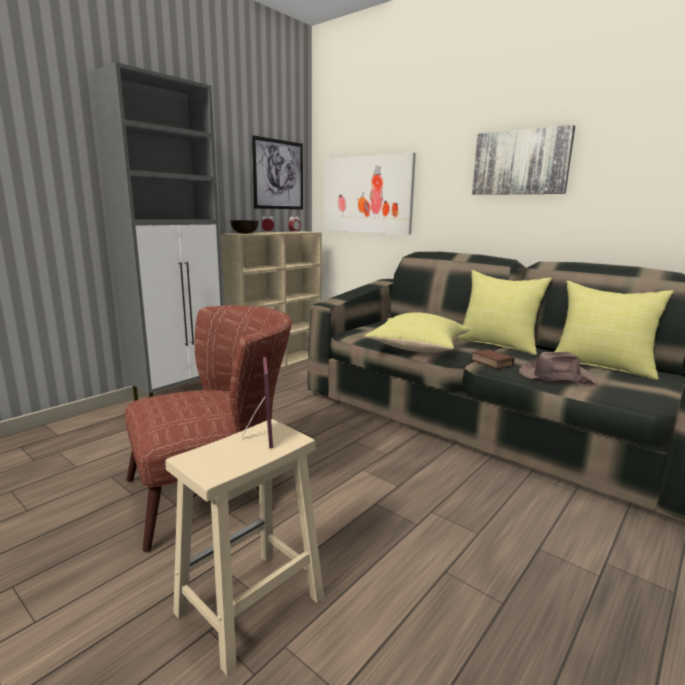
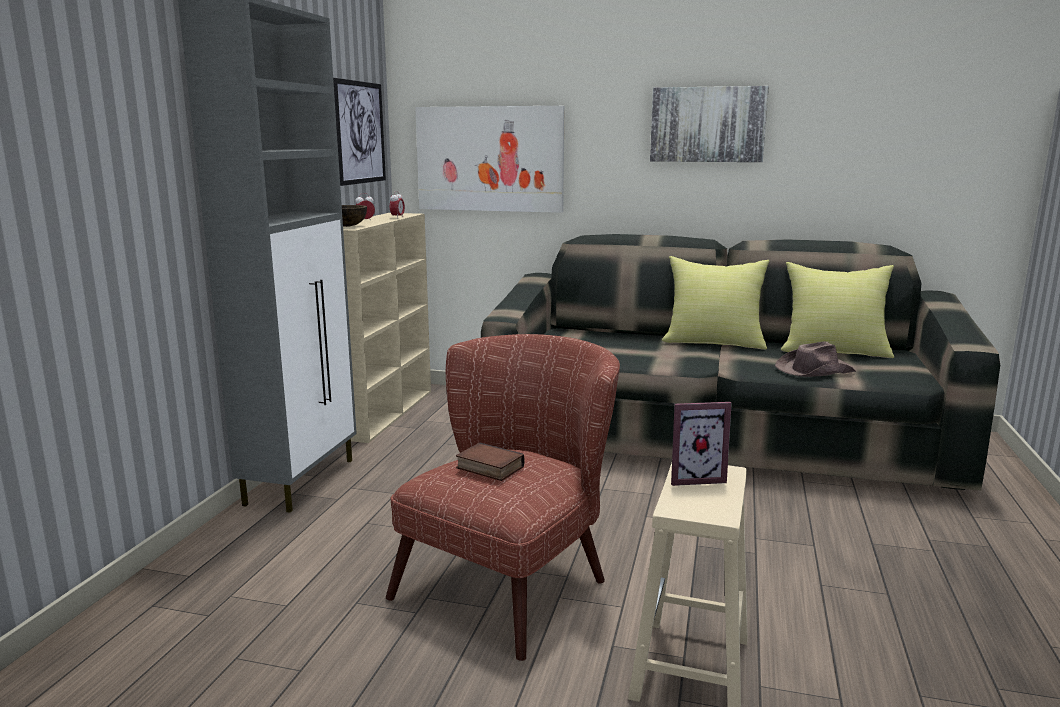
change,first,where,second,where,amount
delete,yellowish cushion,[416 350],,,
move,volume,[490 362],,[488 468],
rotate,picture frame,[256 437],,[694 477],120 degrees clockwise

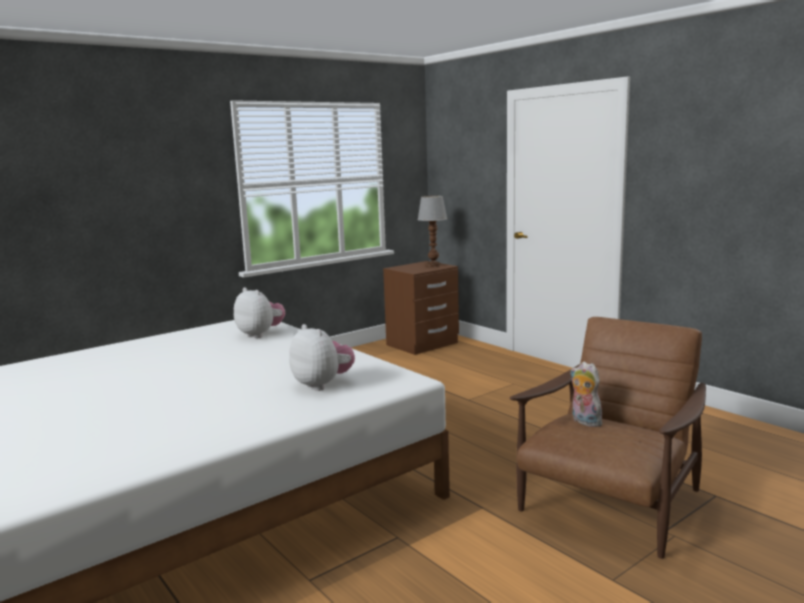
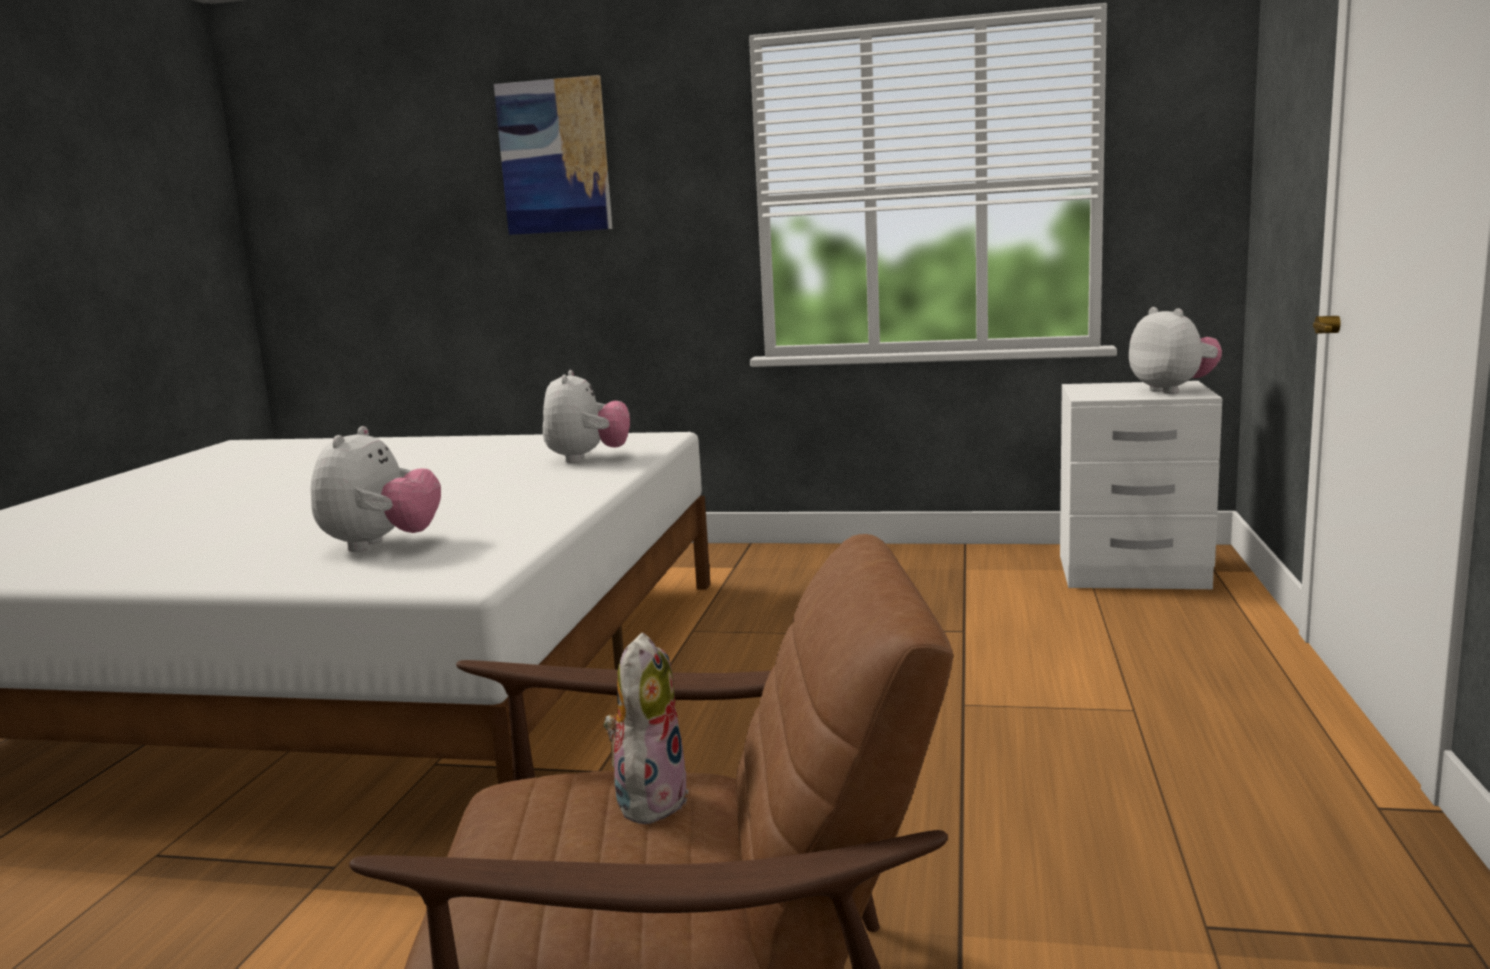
change,first,where,second,where,amount
insert,,,picture,[554 157],
replace,tabletop lamp,[433 265],cuddly toy,[1172 390],
recolor,brown-coloured bedside table,[423 344],white bedside table,[1132 573],

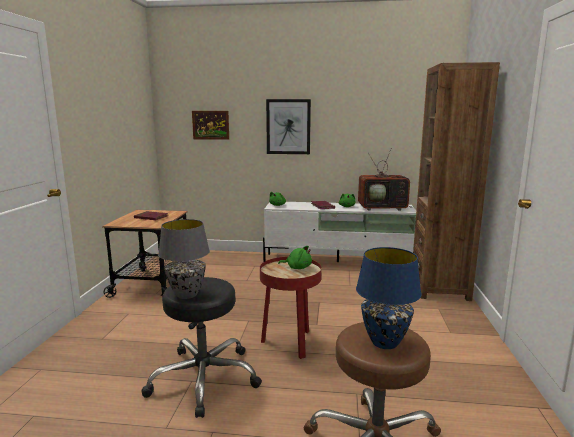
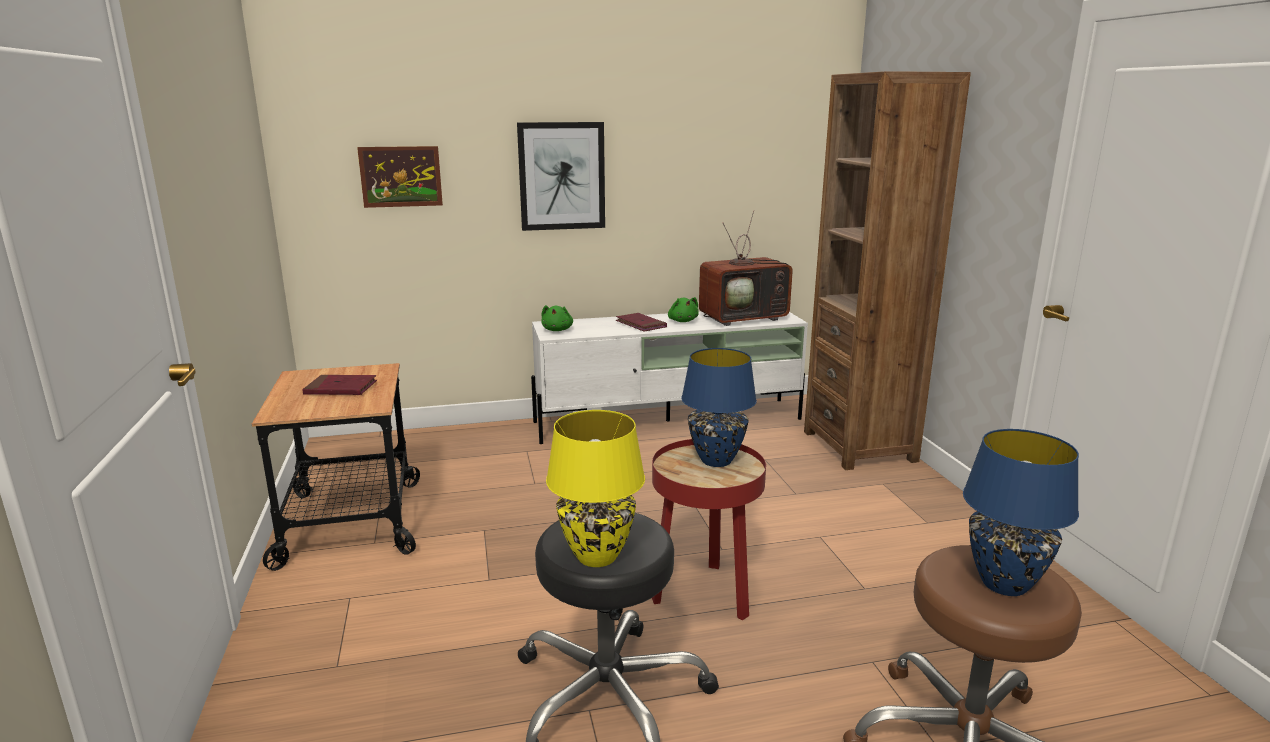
change,first,where,second,where,amount
replace,greenish cuddly toy,[297 267],blue-coloured tabletop lamp,[715 460],
recolor,greyish tabletop lamp,[186 295],yellowish tabletop lamp,[596 557],

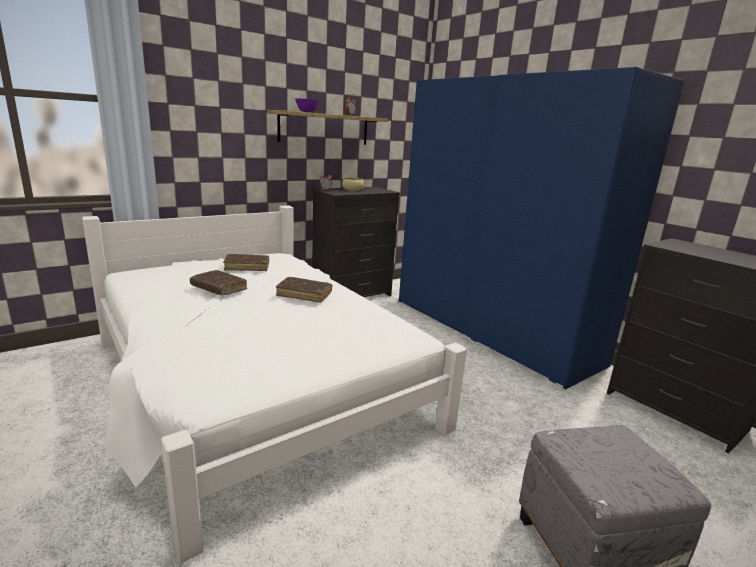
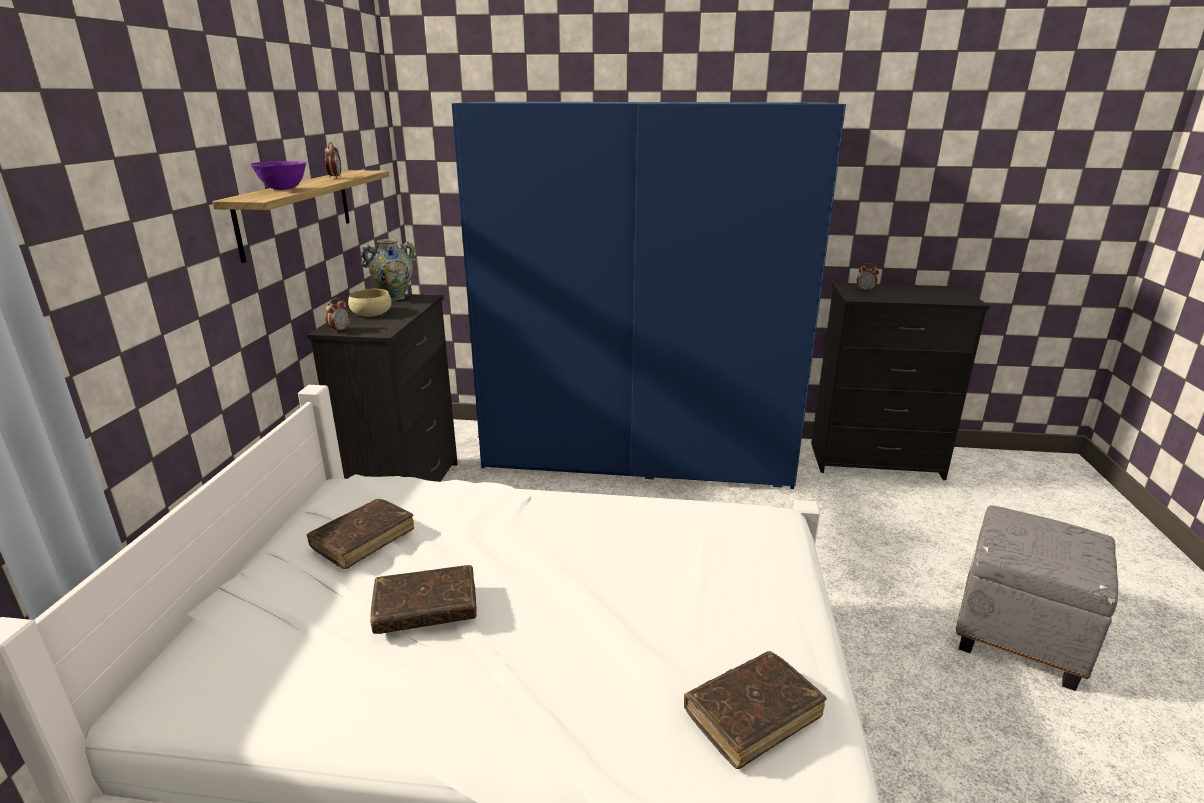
change,first,where,second,where,amount
insert,,,vase,[394 298],
insert,,,table clock,[865 290],
move,brown-coloured volume,[304 294],,[752 715],

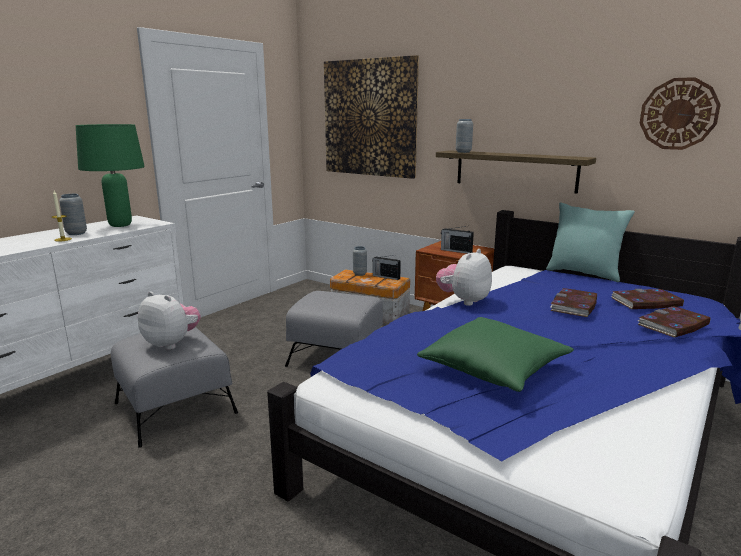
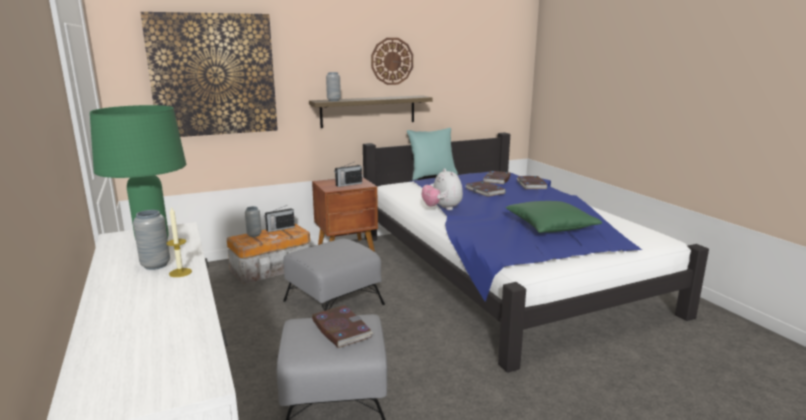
change,first,where,second,where,amount
move,wall clock,[678 114],,[392 61],
replace,cuddly toy,[172 343],volume,[341 329],

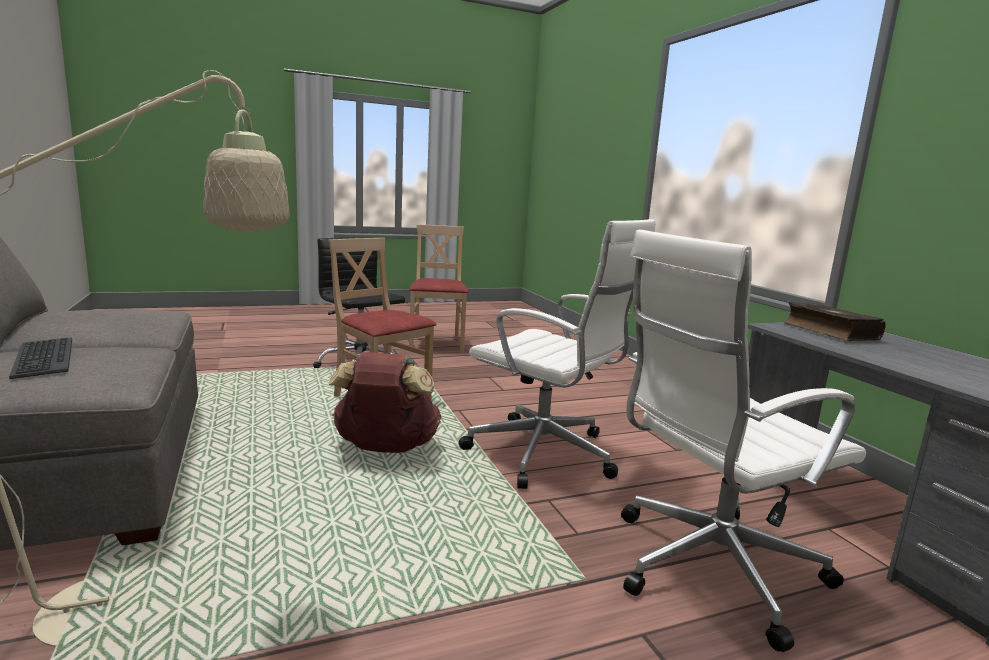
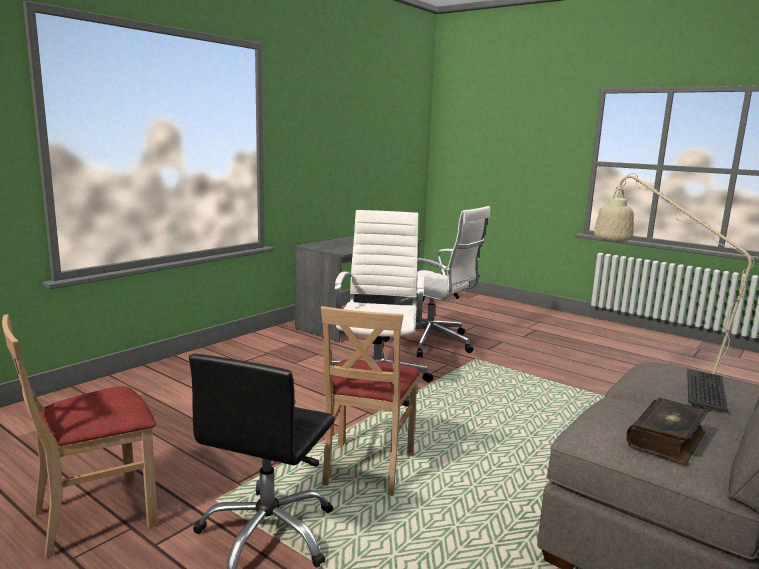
change,first,where,second,where,amount
delete,brown-coloured knapsack,[385 448],,,
move,volume,[829 332],,[667 439],

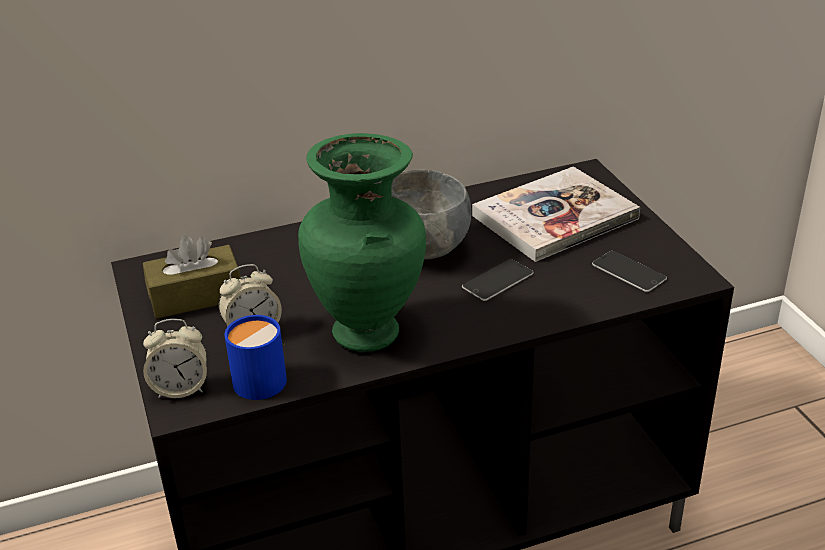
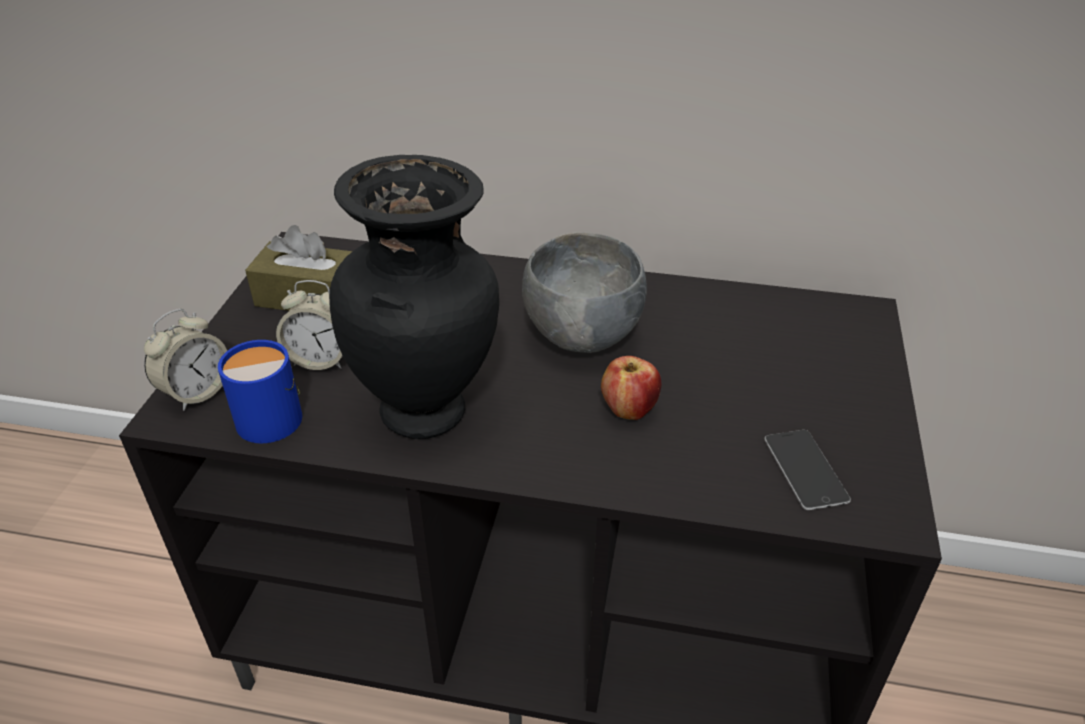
change,first,where,second,where,amount
delete,volume,[555 217],,,
replace,telephone,[497 280],apple,[629 410],
recolor,greenish vase,[369 333],blackish vase,[428 413],
rotate,table clock,[180 388],,[196 392],75 degrees counterclockwise

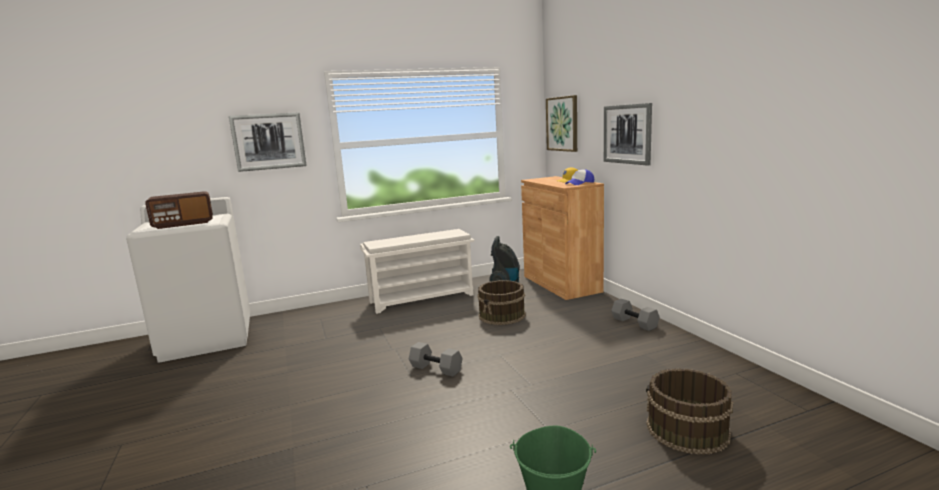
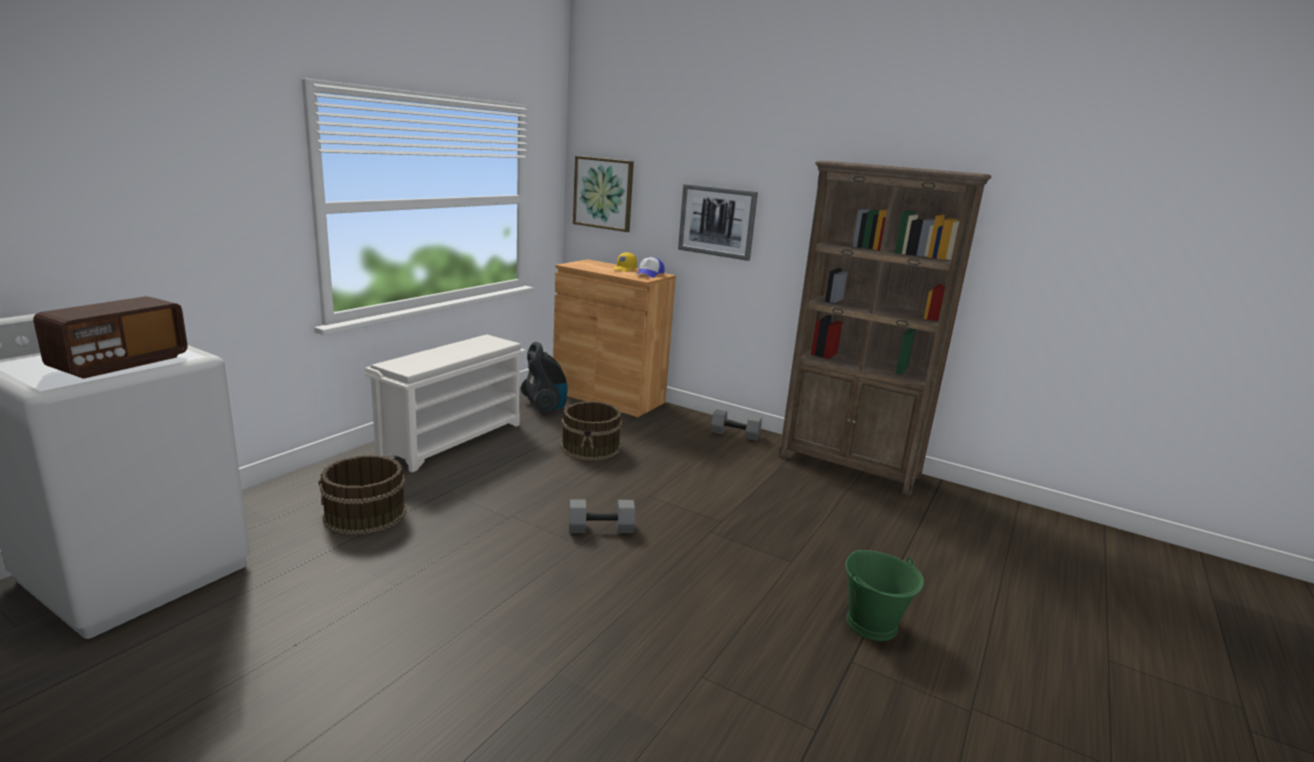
change,first,where,second,where,amount
delete,picture,[268 141],,,
insert,,,brown-coloured bookshelf,[849 467],
move,brown-coloured bucket,[687 430],,[364 515],

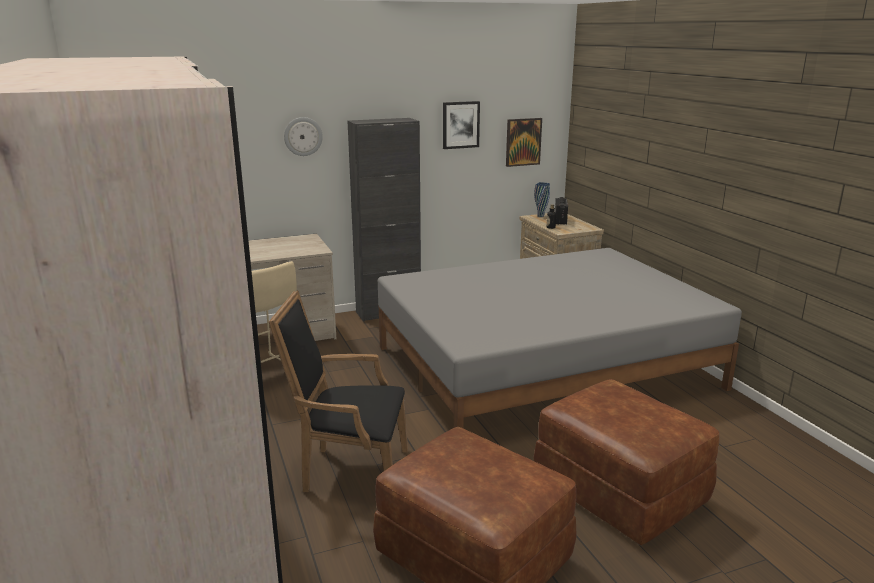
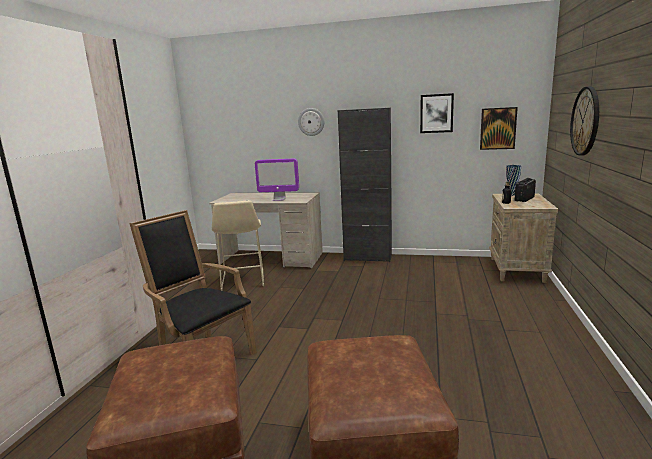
change,first,where,second,where,amount
delete,greyish bed,[544 367],,,
insert,,,monitor,[279 199],
insert,,,wall clock,[585 121],

